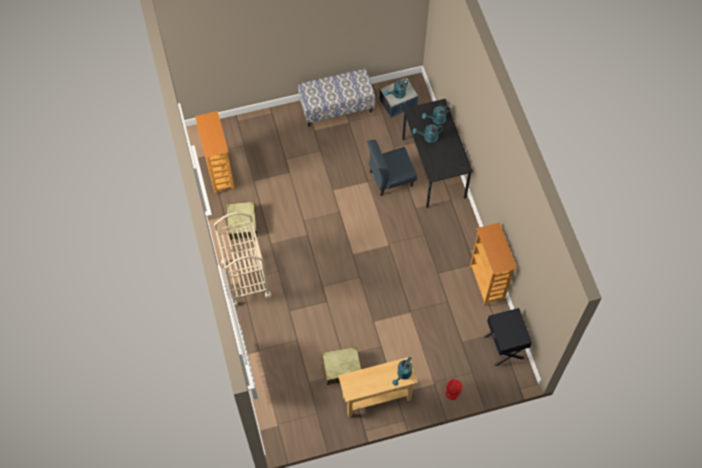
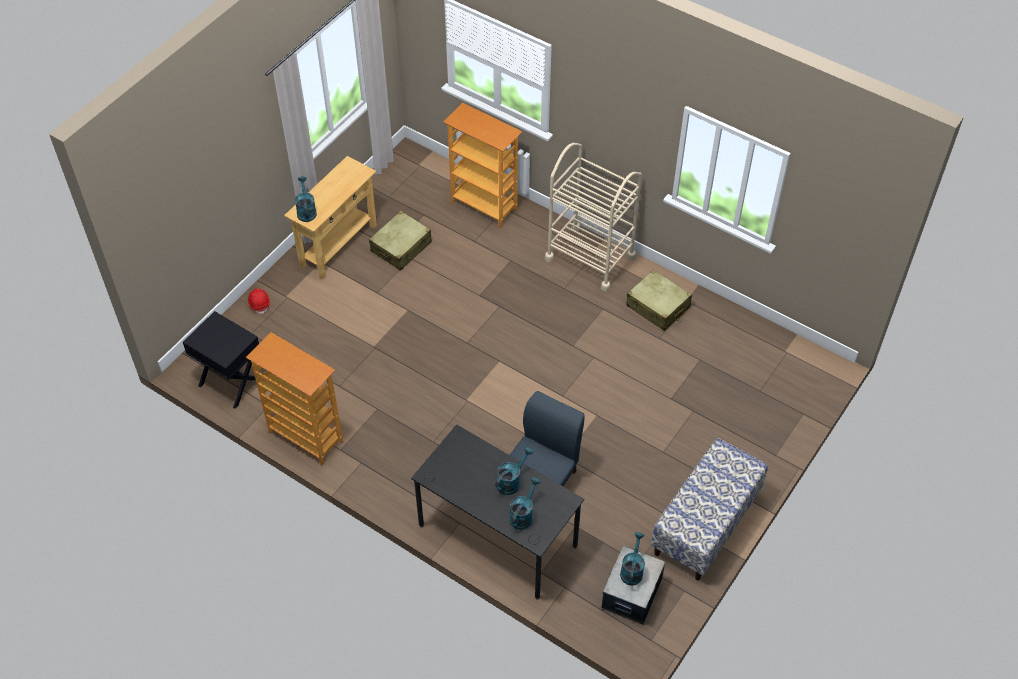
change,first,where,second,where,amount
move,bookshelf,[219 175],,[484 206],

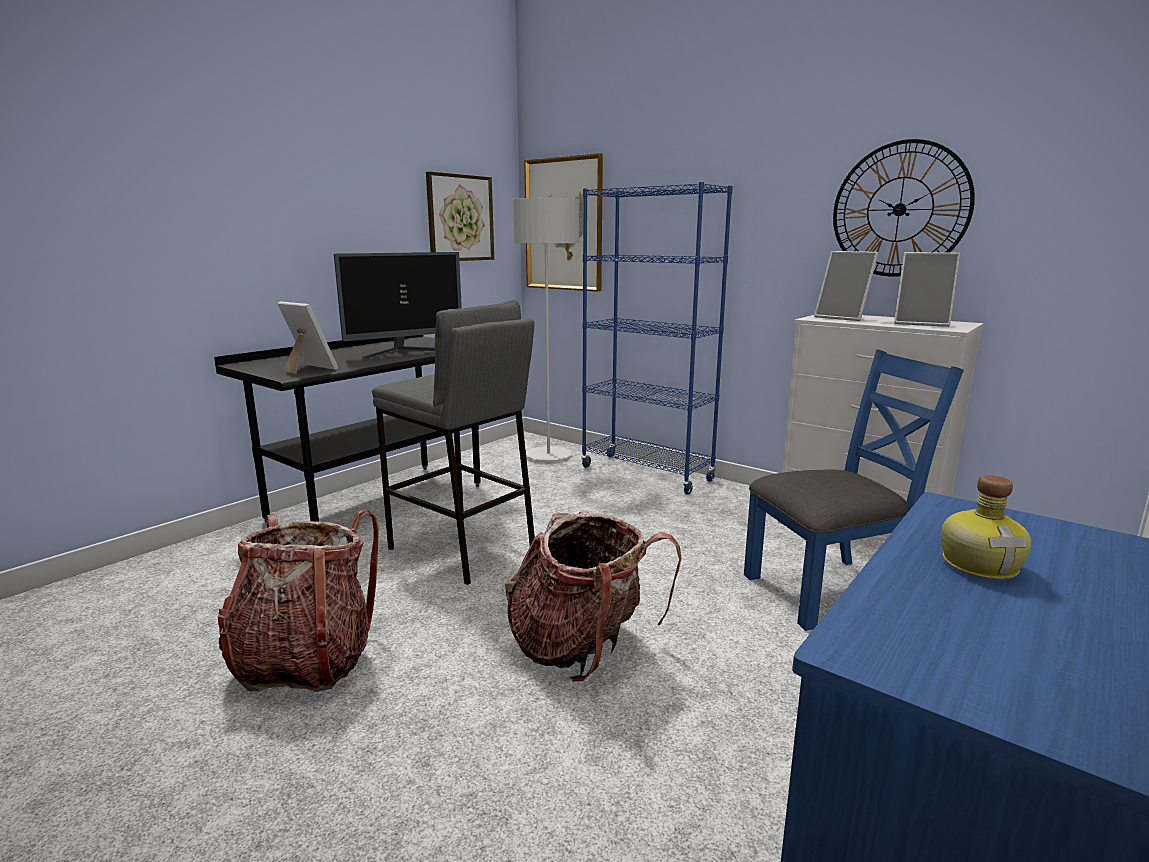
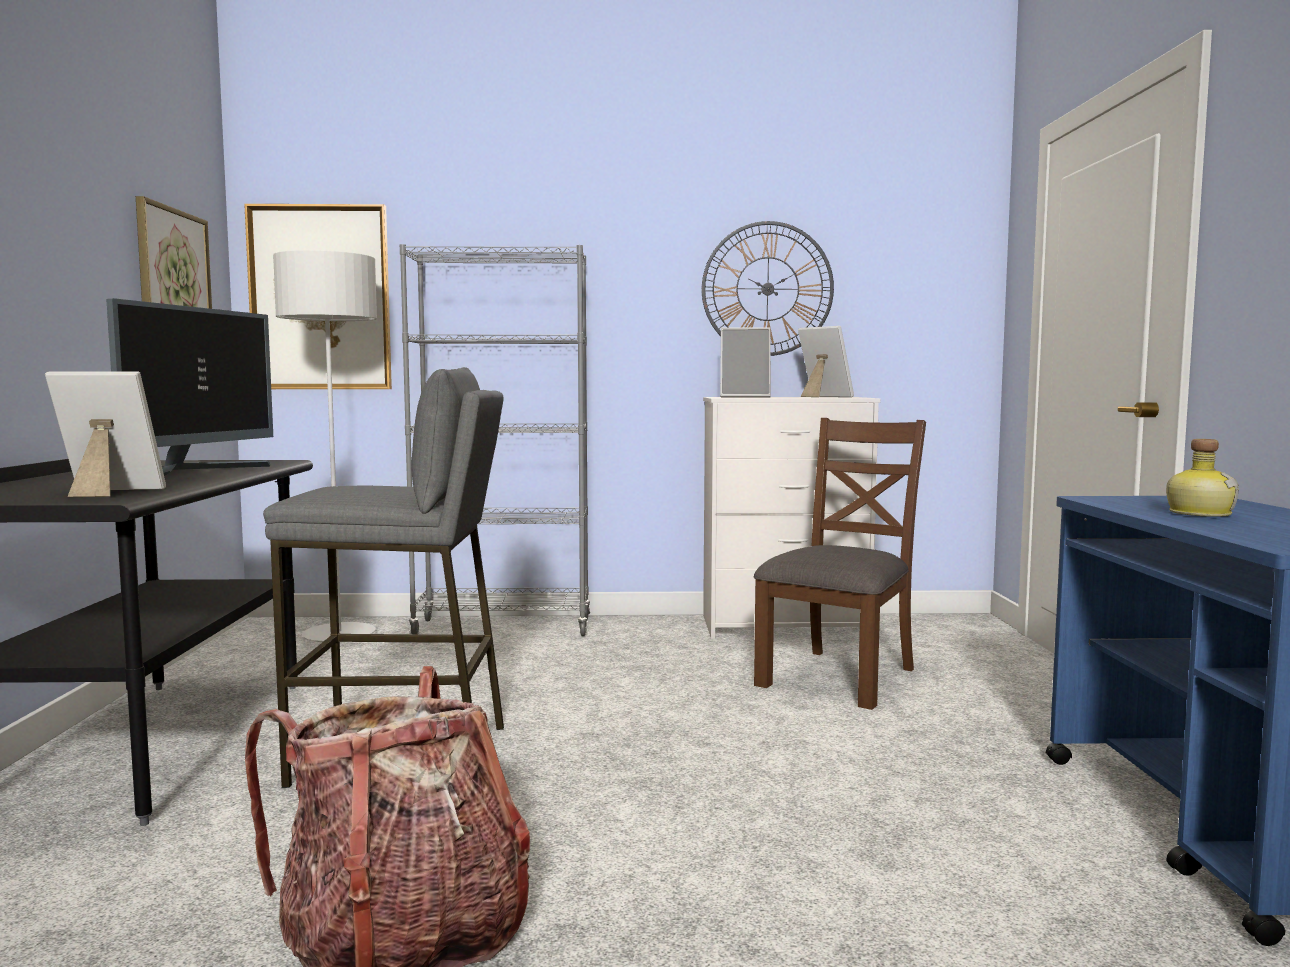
change,first,where,second,where,amount
delete,knapsack,[582 648],,,
recolor,blue-coloured bookshelf,[646 474],greyish bookshelf,[503 628],
recolor,blue-coloured upright chair,[828 591],brown-coloured upright chair,[839 677],
rotate,picture frame,[922 323],,[822 397],120 degrees counterclockwise

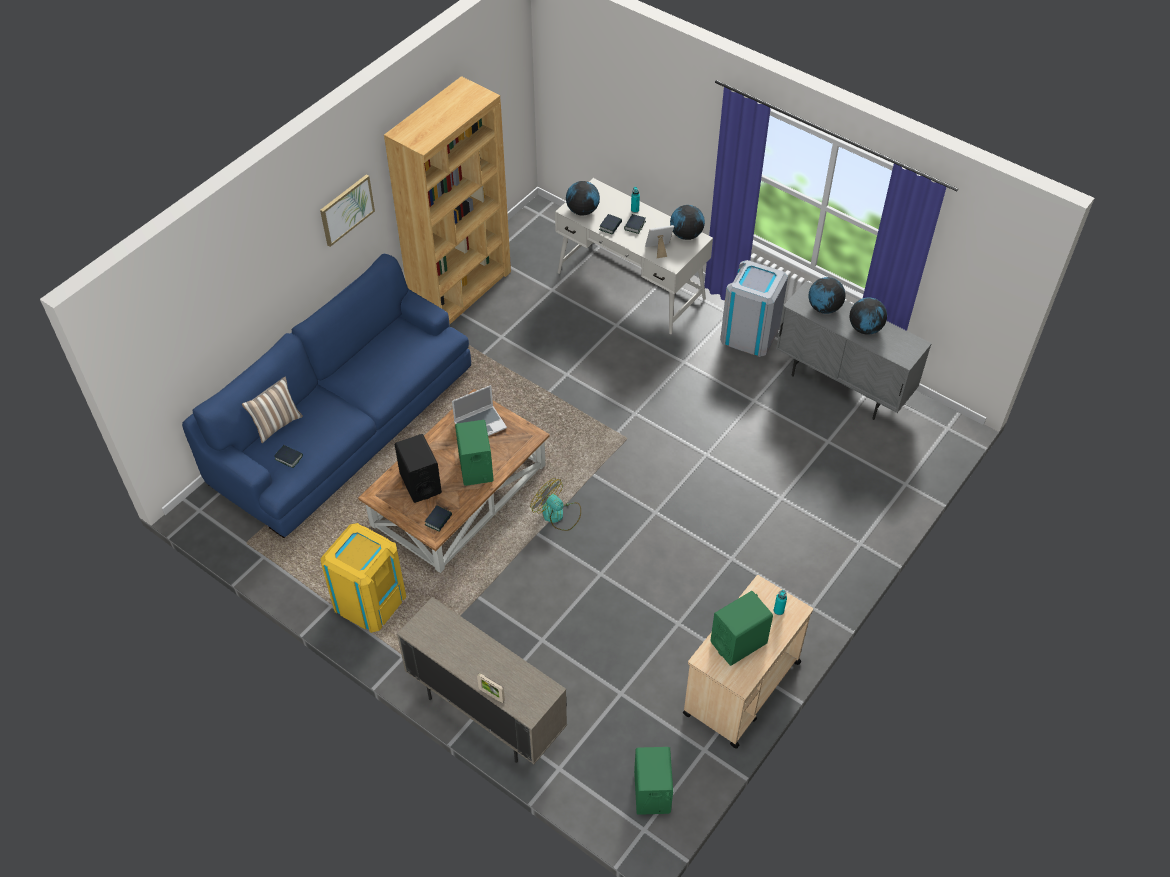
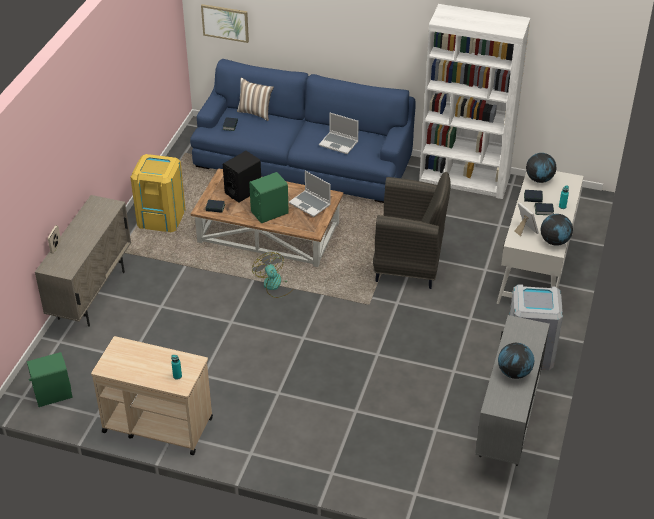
change,first,where,second,where,amount
delete,greenish speaker,[738 642],,,
delete,desk globe,[824 308],,,
insert,,,laptop,[339 143],
insert,,,greyish lounge chair,[409 264],
move,picture,[346 209],,[225 22],
recolor,brown-coloured bookshelf,[461 291],white bookshelf,[464 180],
rotate,electric fan,[557 515],,[275 286],45 degrees counterclockwise

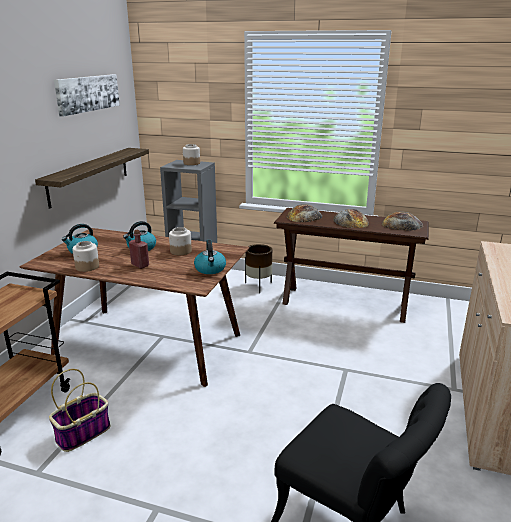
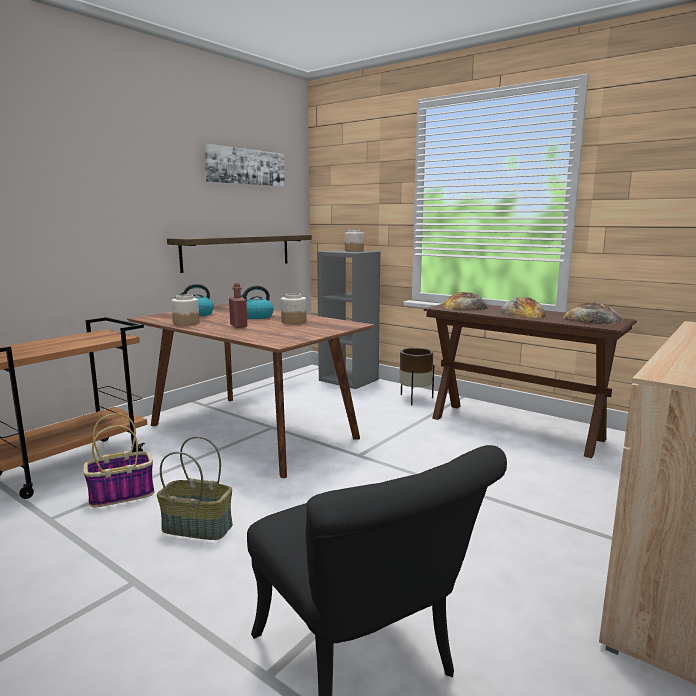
change,first,where,second,where,amount
delete,water kettle,[210 269],,,
insert,,,storage basket,[198 527],

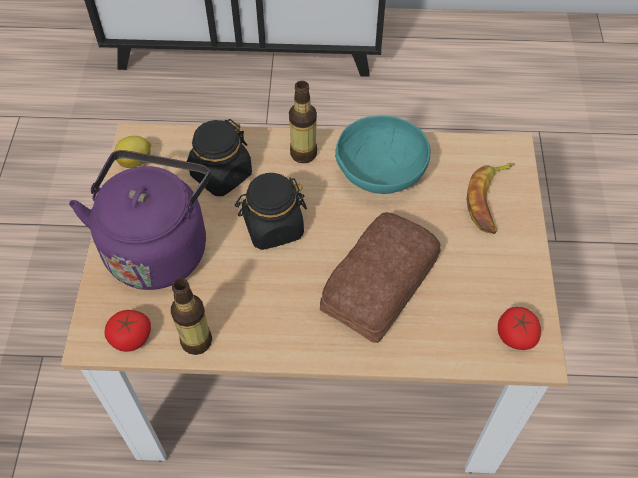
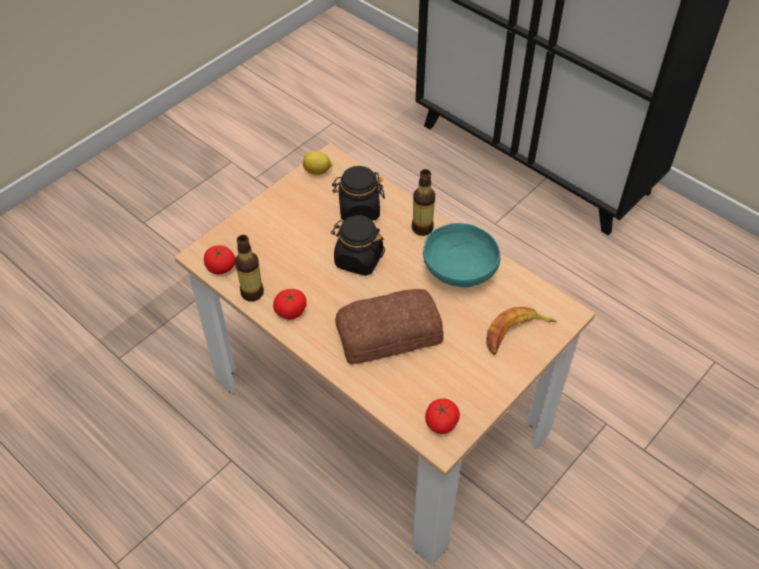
change,first,where,second,where,amount
delete,purple water kettle,[158 246],,,
insert,,,tomato,[290 311],

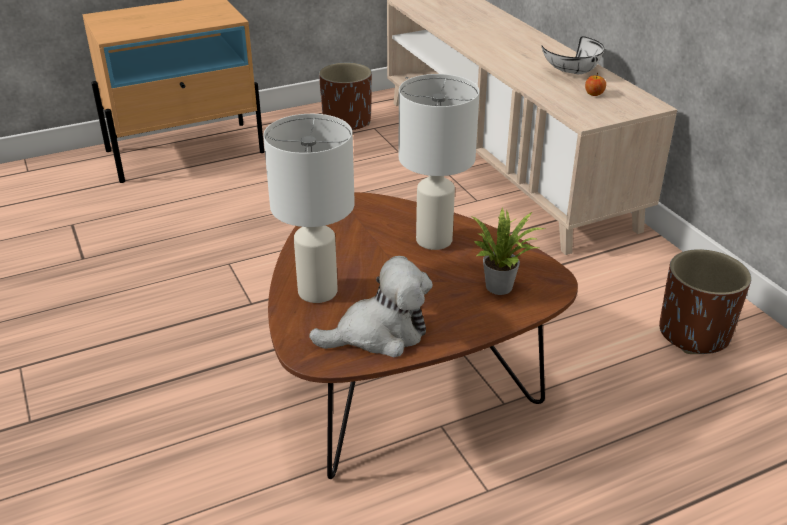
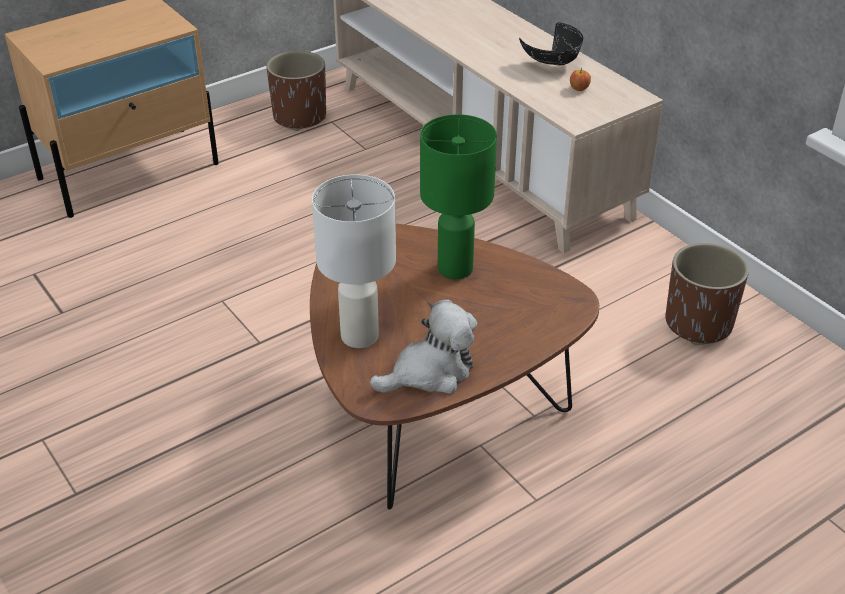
change,first,where,second,where,amount
delete,potted plant,[502 286],,,
recolor,white tabletop lamp,[434 240],greenish tabletop lamp,[456 269],
recolor,white bowl,[575 72],blackish bowl,[555 62],

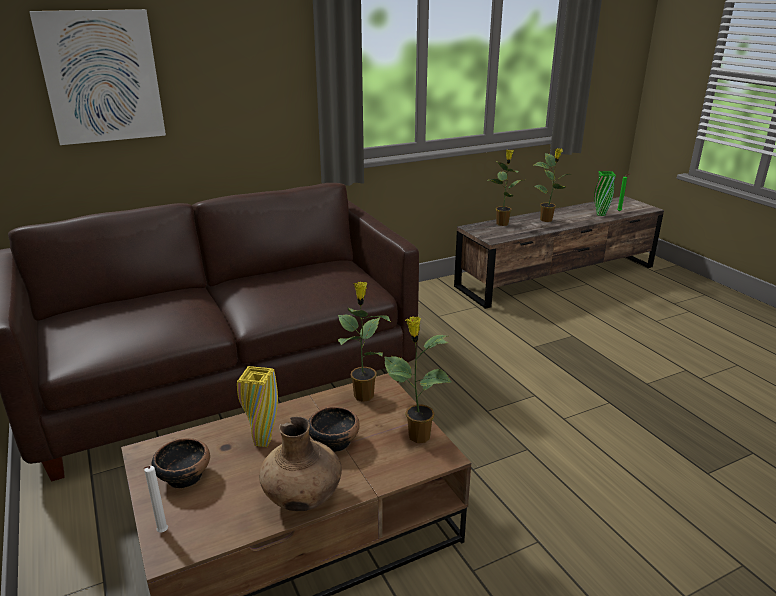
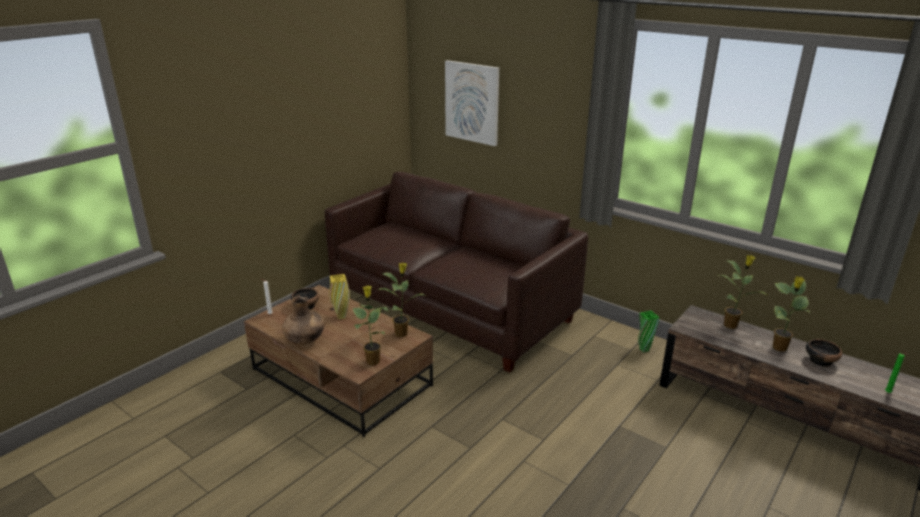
change,first,where,second,where,amount
move,bowl,[333 441],,[820 360],
move,greenish vase,[600 214],,[644 349],

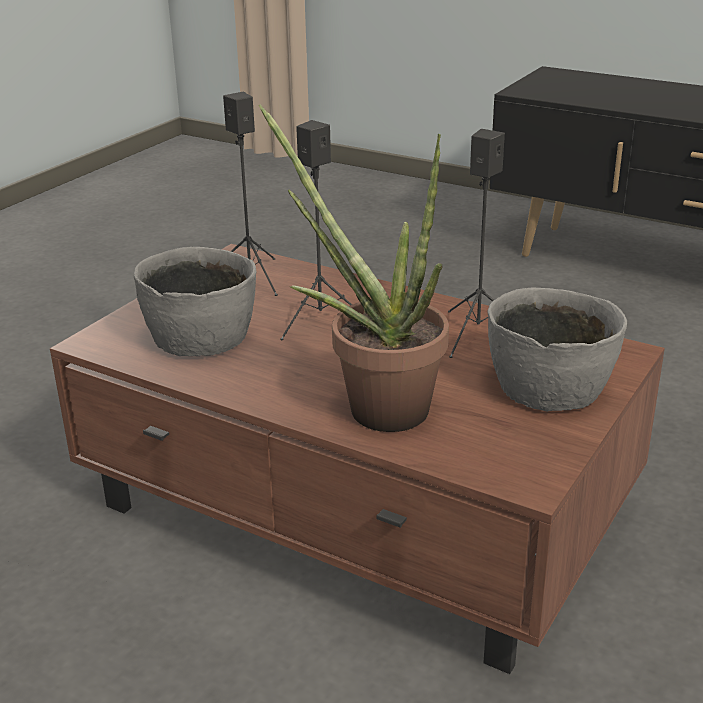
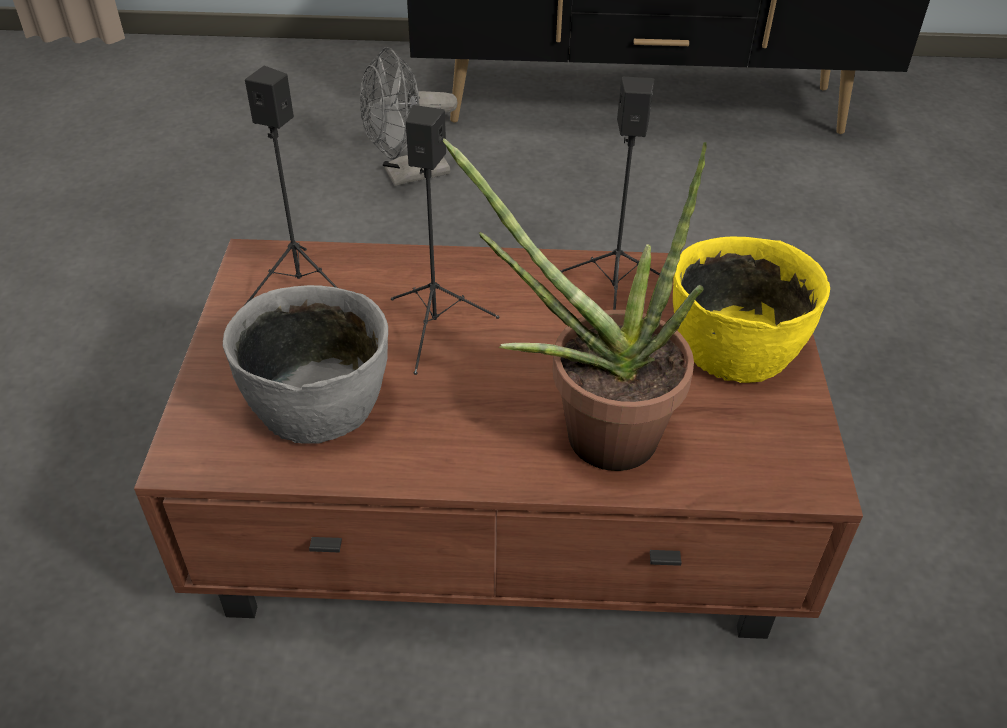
change,first,where,second,where,amount
insert,,,greyish electric fan,[407 175],
recolor,greyish bowl,[549 386],yellowish bowl,[733 345],

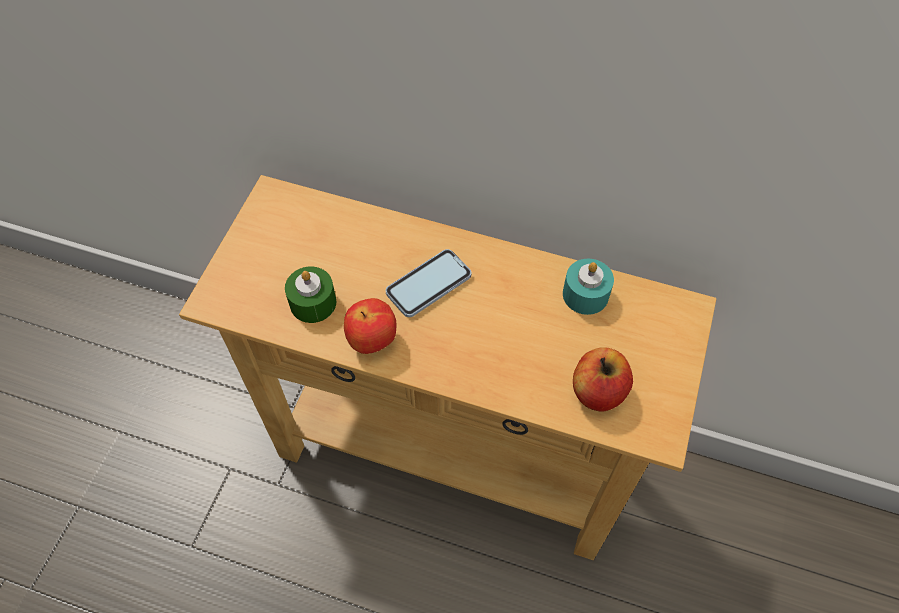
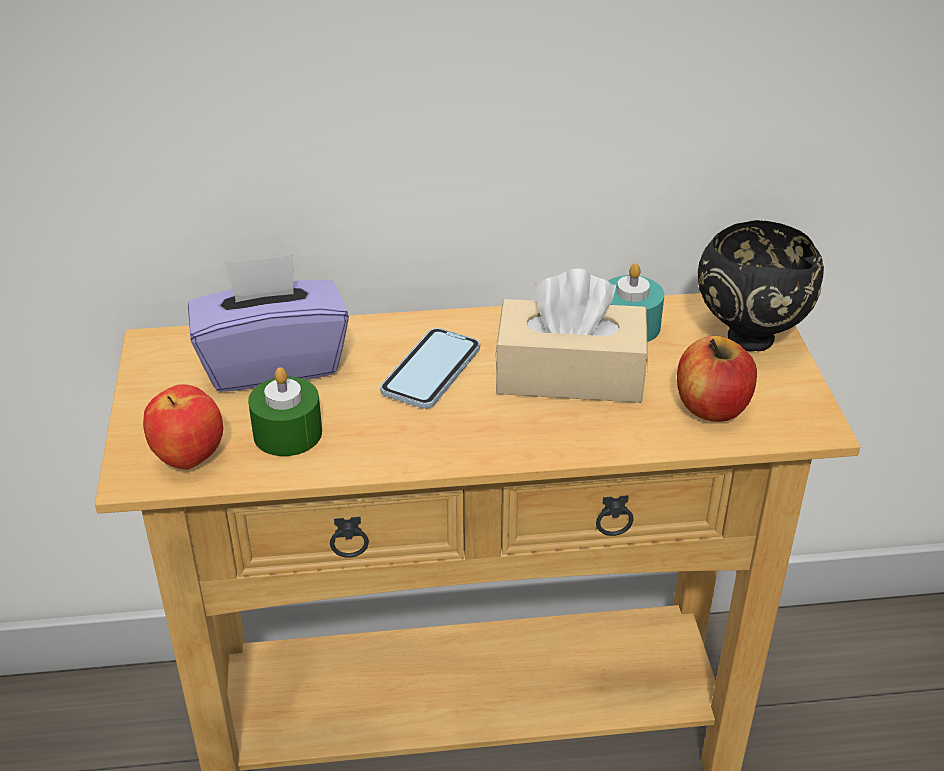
change,first,where,second,where,amount
insert,,,purple box of tissues,[272 363],
insert,,,beige-coloured box of tissues,[570 375],
insert,,,blackish bowl,[749 336],
move,apple,[372 341],,[190 459],

